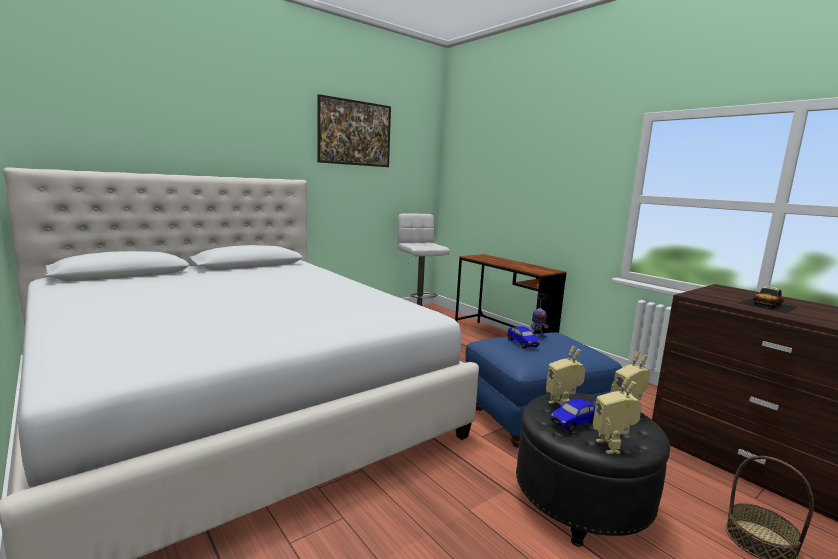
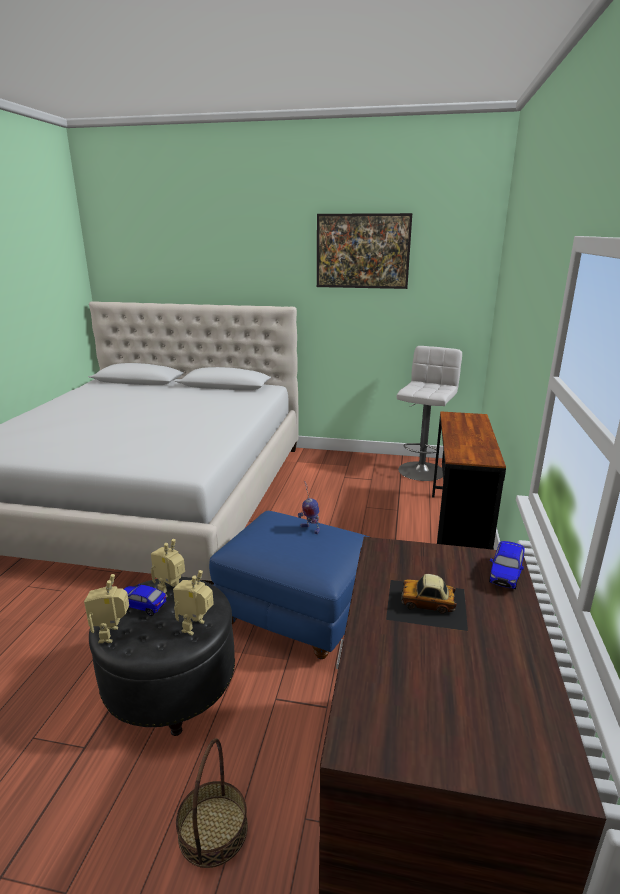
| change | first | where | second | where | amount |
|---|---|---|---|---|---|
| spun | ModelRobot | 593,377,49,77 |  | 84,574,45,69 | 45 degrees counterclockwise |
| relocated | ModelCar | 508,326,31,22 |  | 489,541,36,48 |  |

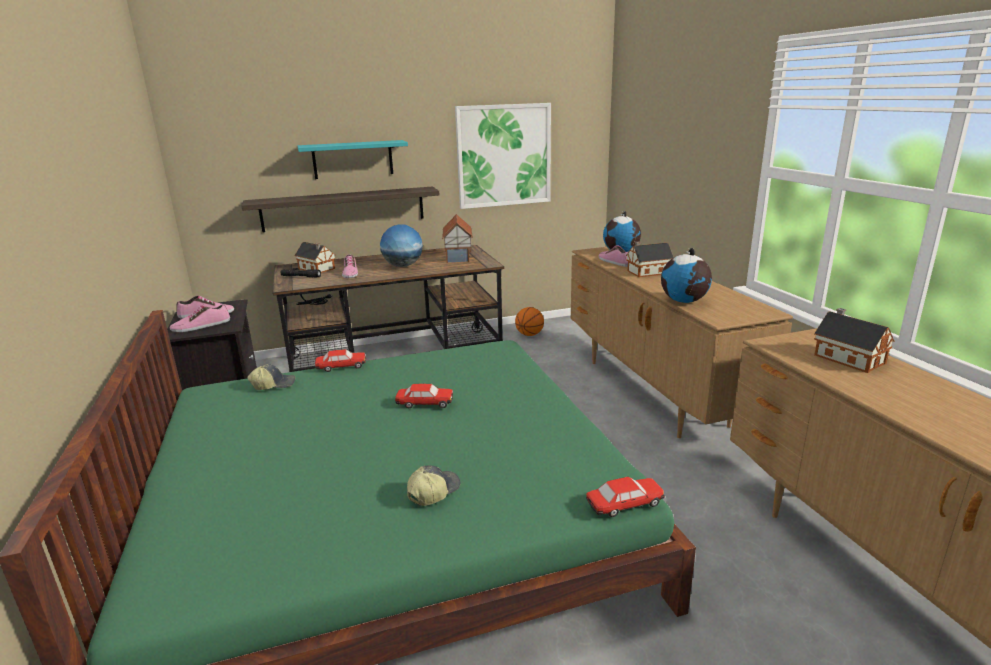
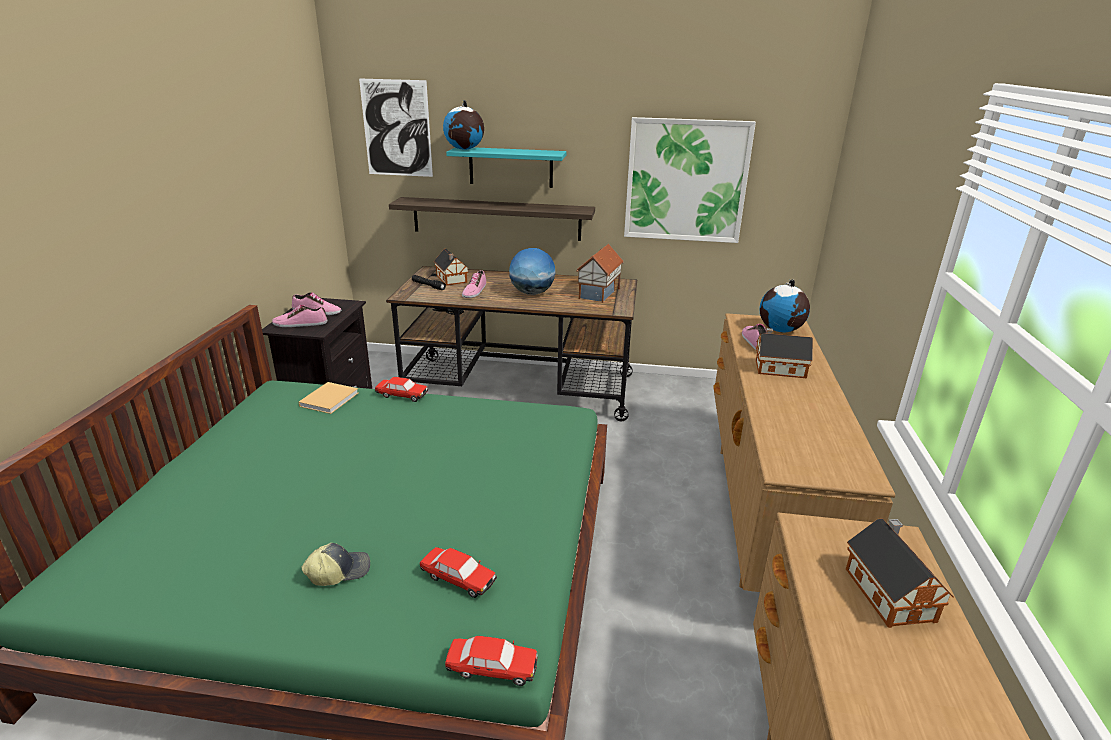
| change | first | where | second | where | amount |
|---|---|---|---|---|---|
| exchanged | BaseballCap | 247,364,48,26 | BeigeColouredVolume | 298,382,60,32 |  |
| appeared |  |  | WallArt | 359,78,74,99 |  |
| relocated | ModelCar | 395,384,58,24 |  | 420,547,77,51 |  |
| relocated | WorldGlobe | 661,248,51,55 |  | 443,100,41,50 |  |
| missing | Basketball | 515,307,29,29 |  |  |  |

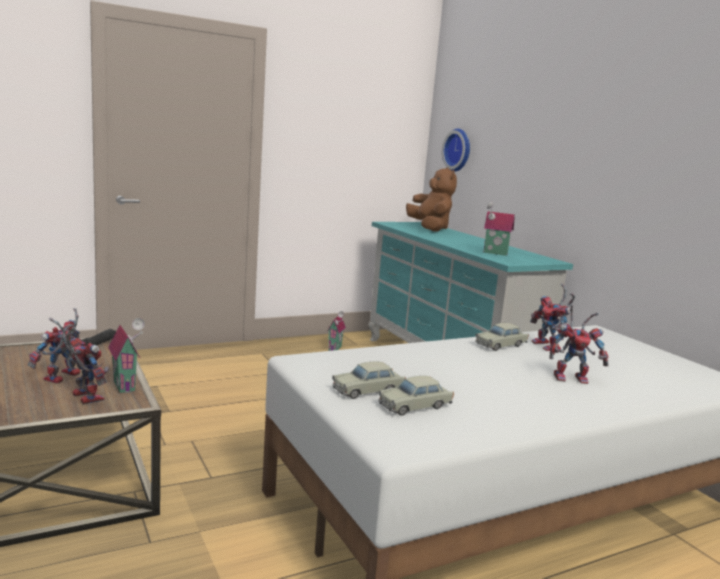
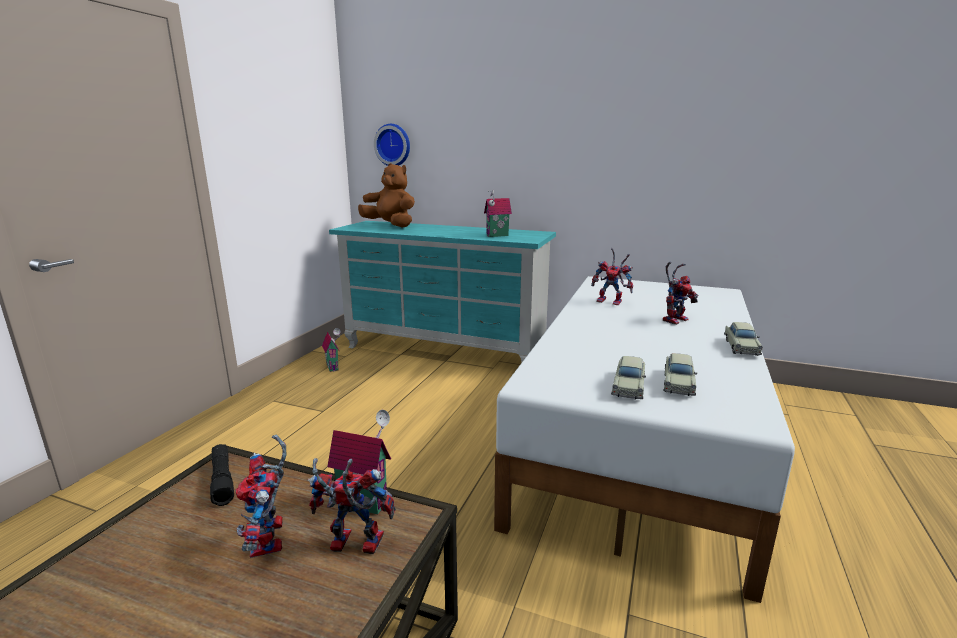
| change | first | where | second | where | amount |
|---|---|---|---|---|---|
| relocated | BeigeColouredModelCar | 475,323,54,28 |  | 724,322,39,34 |  |

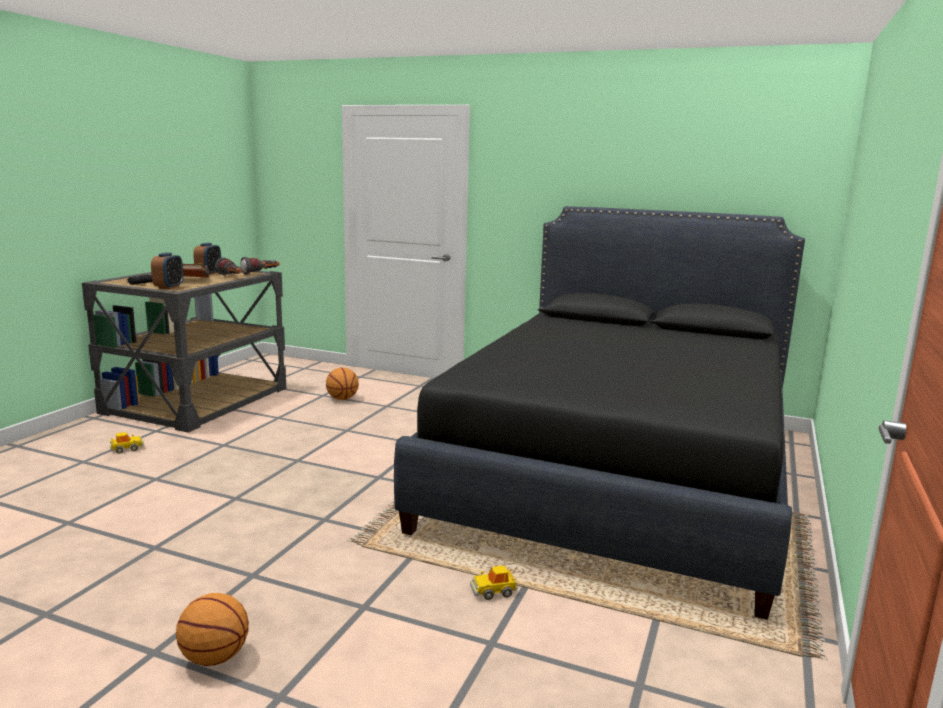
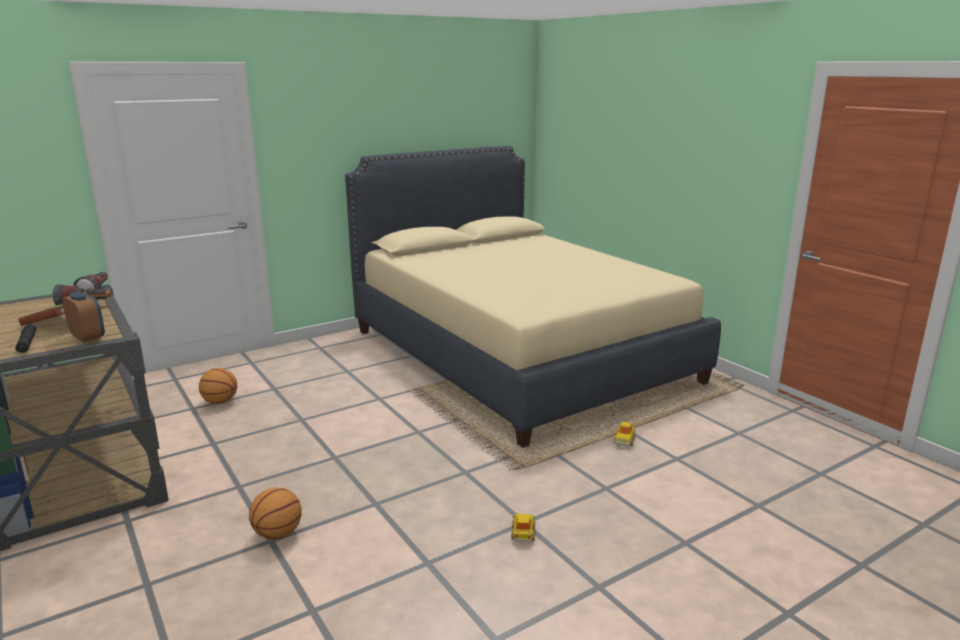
| change | first | where | second | where | amount |
|---|---|---|---|---|---|
| relocated | Basketball | 176,593,73,73 |  | 249,487,53,53 |  |
| colour | BlackSleepingBed | 394,206,411,414 | BeigeColouredSleepingBed | 345,146,376,302 |  |
| relocated | ModelCar | 109,432,35,22 |  | 511,513,24,29 |  |
| missing | AlarmClock | 193,243,28,32 |  |  |  |

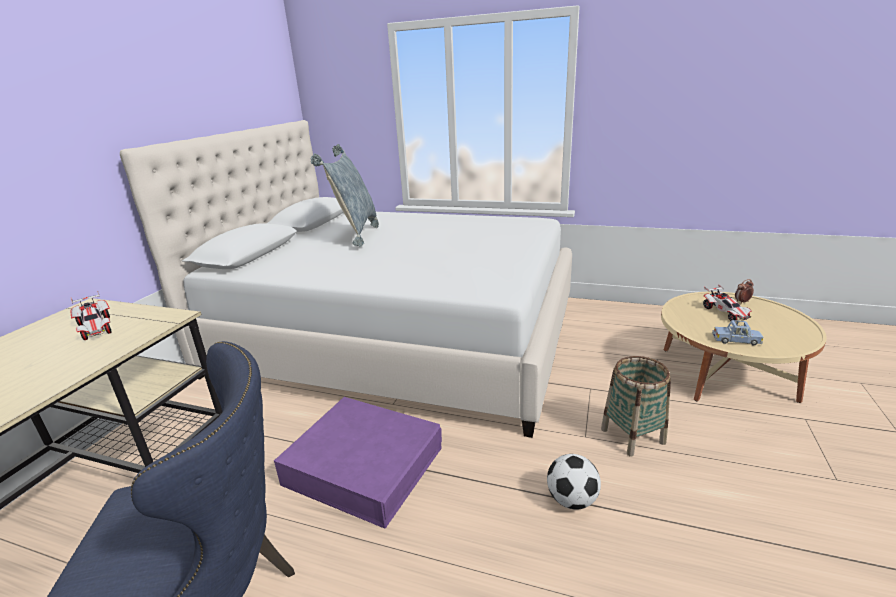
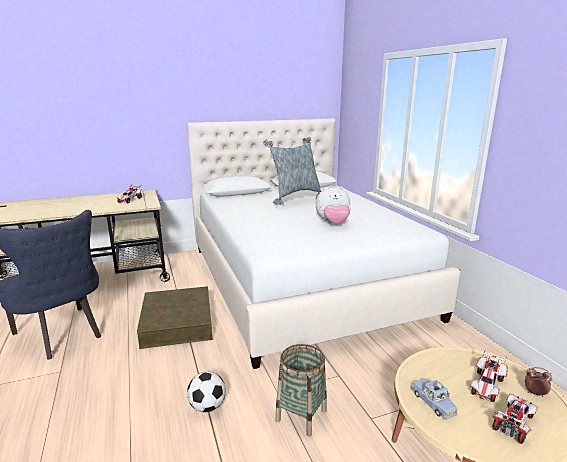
| change | first | where | second | where | amount |
|---|---|---|---|---|---|
| colour | PurpleStorageBox | 274,397,168,132 | BrownColouredStorageBox | 137,286,76,63 |  |
| appeared |  |  | SoftToy | 316,186,35,38 |  |
| appeared |  |  | ModelCar | 493,394,45,50 |  |

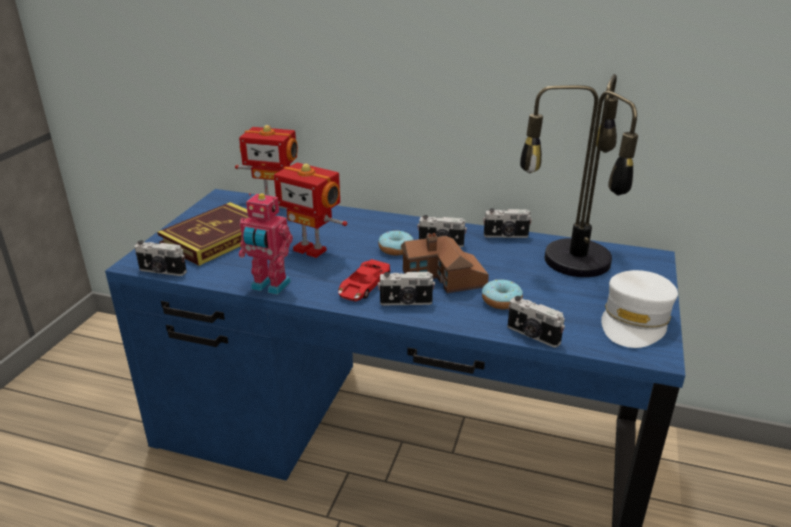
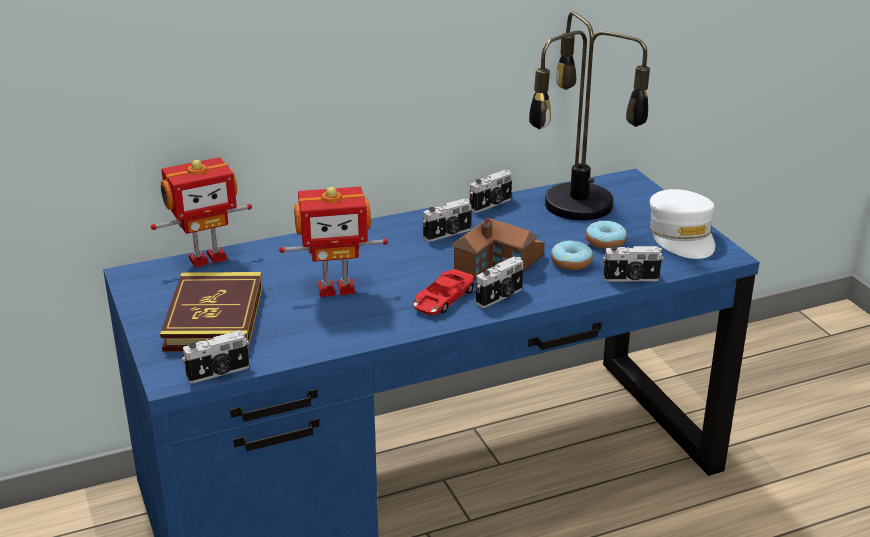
| change | first | where | second | where | amount |
|---|---|---|---|---|---|
| spun | RedModelCar | 338,259,52,42 |  | 413,269,61,47 | 45 degrees clockwise |
| relocated | Donut | 378,230,35,25 |  | 586,220,41,29 |  |
| missing | ModelRobot | 239,193,54,102 |  |  |  |

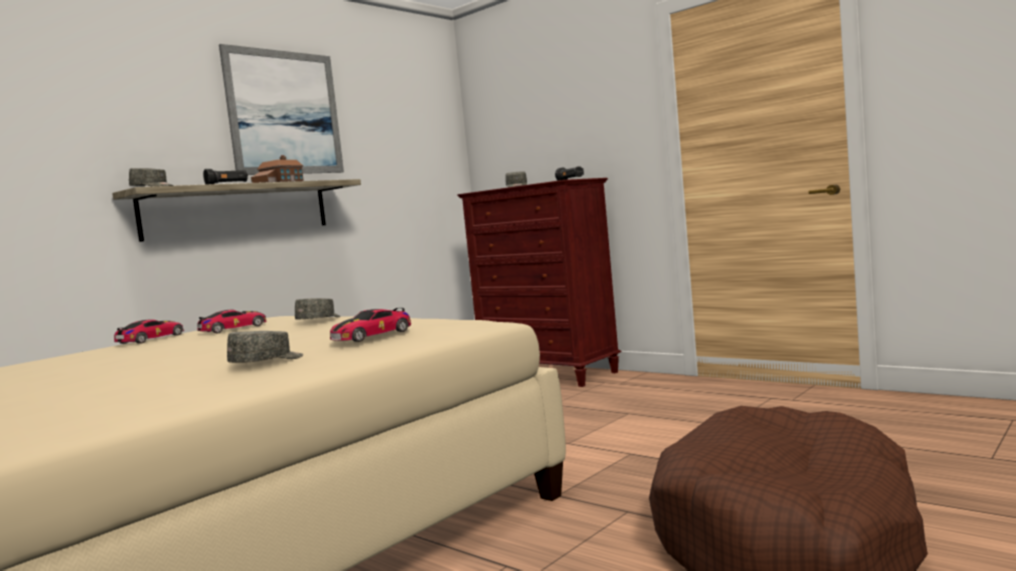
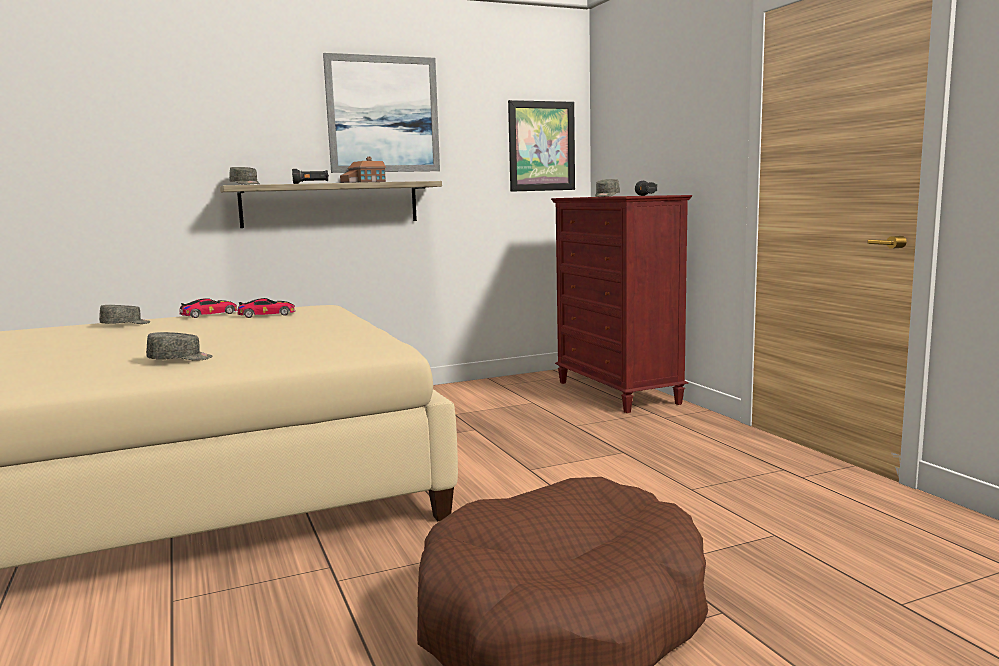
| change | first | where | second | where | amount |
|---|---|---|---|---|---|
| relocated | GrayBaseballCap | 295,298,45,21 |  | 99,305,51,19 |  |
| appeared |  |  | WallArt | 508,100,67,92 |  |
| missing | ModelCar | 330,308,81,34 |  |  |  |

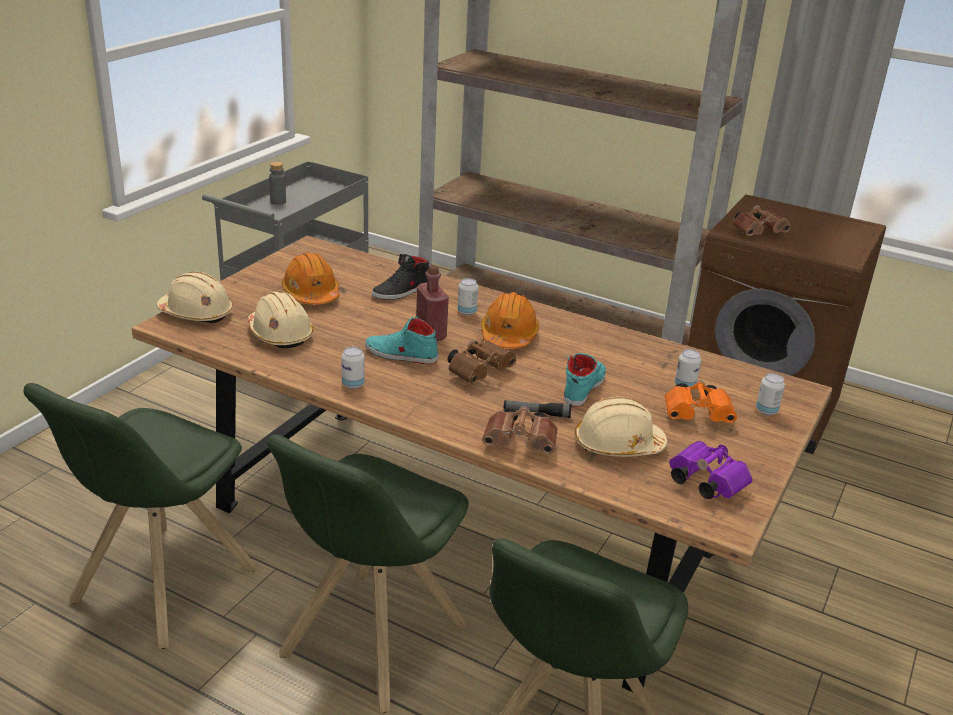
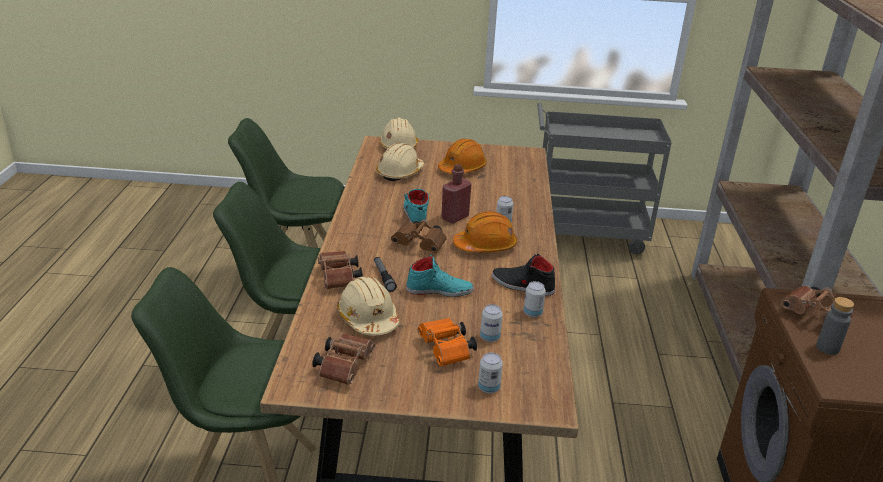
| change | first | where | second | where | amount |
|---|---|---|---|---|---|
| colour | PurplePairOfBinoculars | 669,441,84,58 | BrownColouredPairOfBinoculars | 312,333,63,52 |  |
| relocated | BlackItemOfFootwear | 372,254,57,46 |  | 492,254,63,42 |  |
| relocated | SealedCan | 341,347,24,42 |  | 524,281,22,36 |  |
| relocated | GrayBottle | 269,162,17,43 |  | 816,297,38,58 |  |

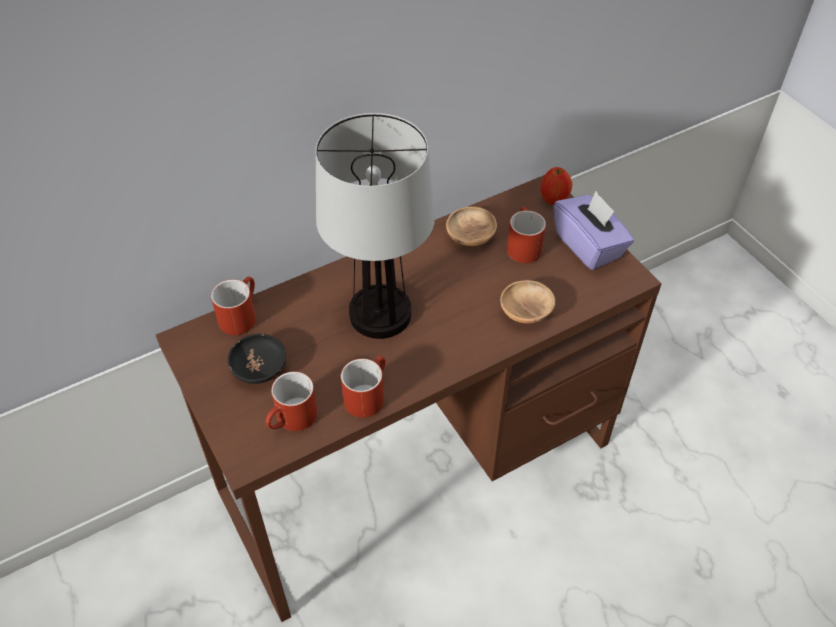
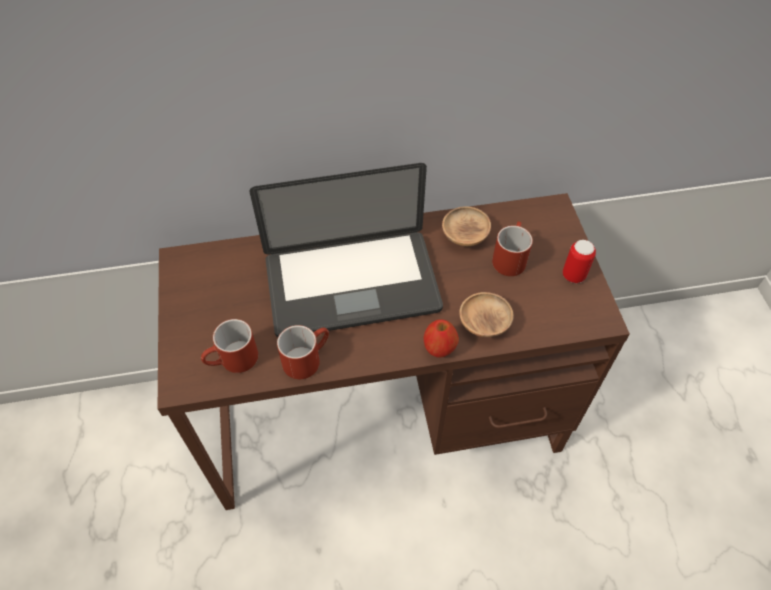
| change | first | where | second | where | amount |
|---|---|---|---|---|---|
| exchanged | LampForATable | 316,113,119,226 | Laptop | 249,163,194,175 |  |
| relocated | AppleFruit | 541,167,32,38 |  | 424,319,35,39 |  |
| exchanged | PurpleBoxOfTissues | 553,191,81,79 | SealedCan | 563,240,33,43 |  |
| missing | RedTeaMug | 211,277,45,58 |  |  |  |
| missing | BlackDeepDish | 228,334,58,50 |  |  |  |

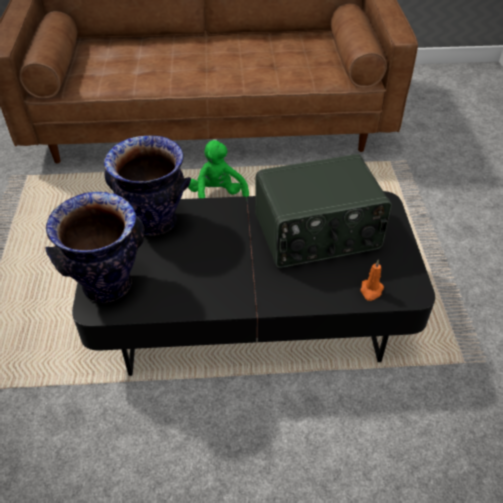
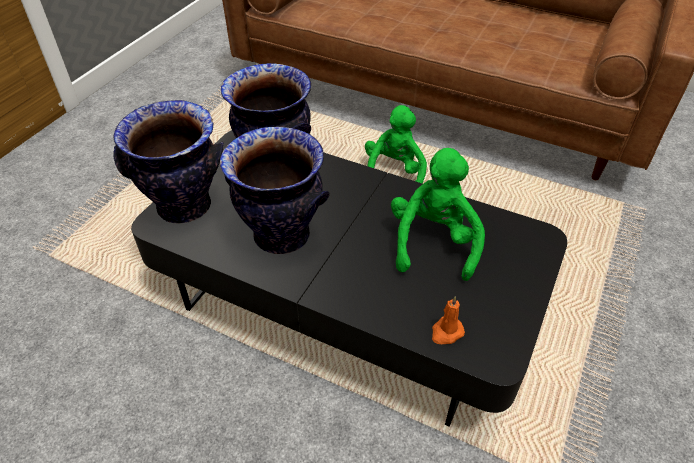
| change | first | where | second | where | amount |
|---|---|---|---|---|---|
| appeared |  |  | FlowerVase | 220,127,110,127 |  |
| exchanged | RadioSet | 255,154,137,114 | GreenishSoftToy | 391,148,94,133 |  |

